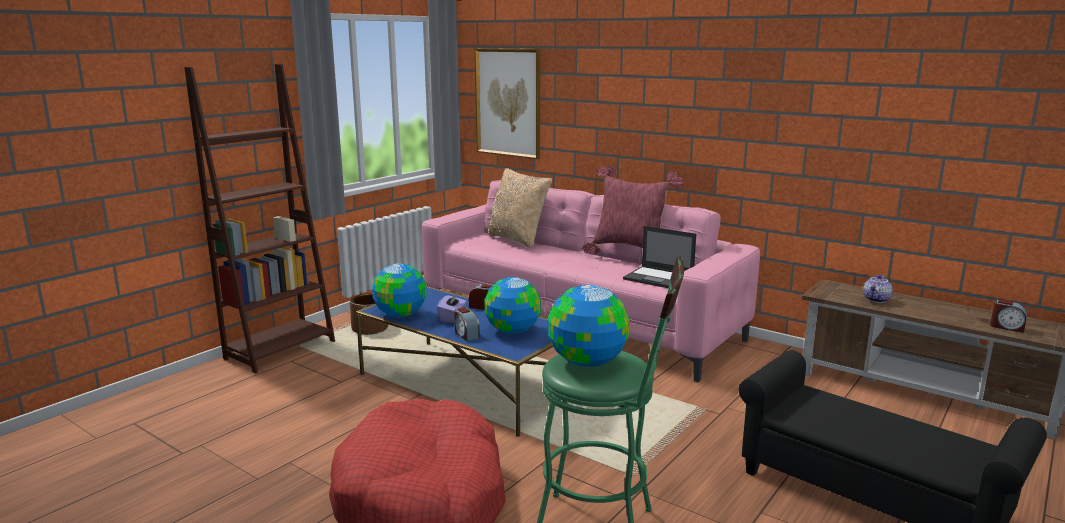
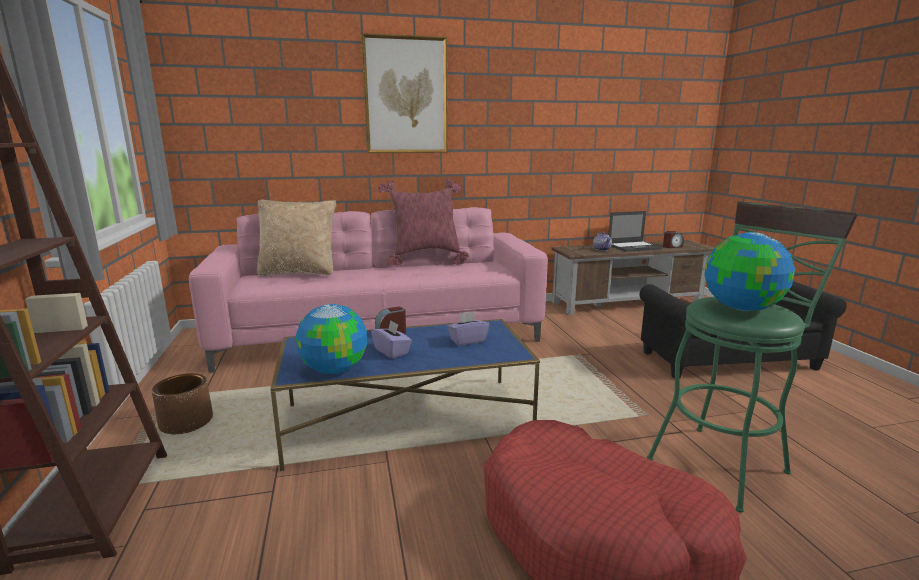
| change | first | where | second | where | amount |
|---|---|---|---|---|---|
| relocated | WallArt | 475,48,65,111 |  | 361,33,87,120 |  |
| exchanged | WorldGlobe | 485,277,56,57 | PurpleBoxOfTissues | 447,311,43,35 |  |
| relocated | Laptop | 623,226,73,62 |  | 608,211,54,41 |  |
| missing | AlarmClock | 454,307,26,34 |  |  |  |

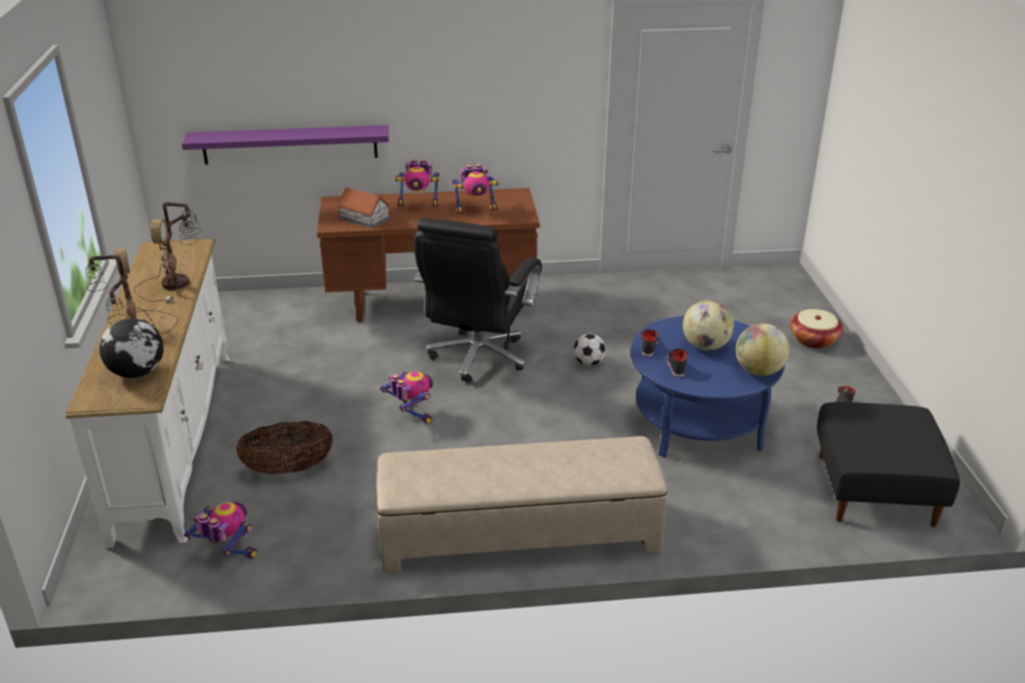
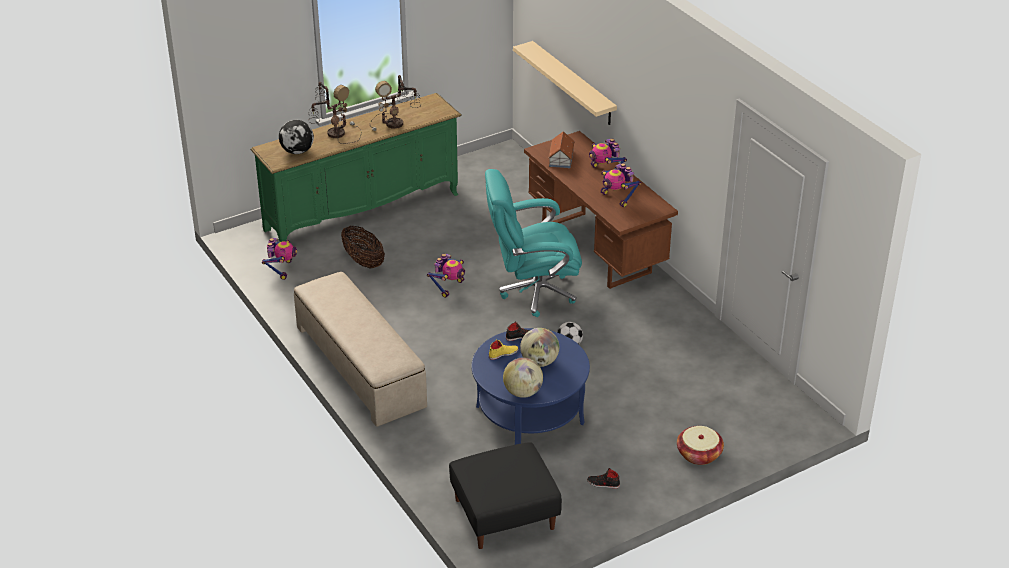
| change | first | where | second | where | amount |
|---|---|---|---|---|---|
| colour | WhiteColouredDrawerChest | 66,239,163,309 | GreenishDrawerChest | 250,93,212,149 |  |
| colour | BlackOfficeChair | 414,218,128,165 | TurquoiseOfficeChair | 485,169,97,148 |  |
| colour | BlackItemOfFootwear | 667,349,21,28 | YellowItemOfFootwear | 489,339,30,21 |  |
| colour | PurpleBracketShelf | 182,125,207,40 | BeigeColouredBracketShelf | 513,41,104,84 |  |

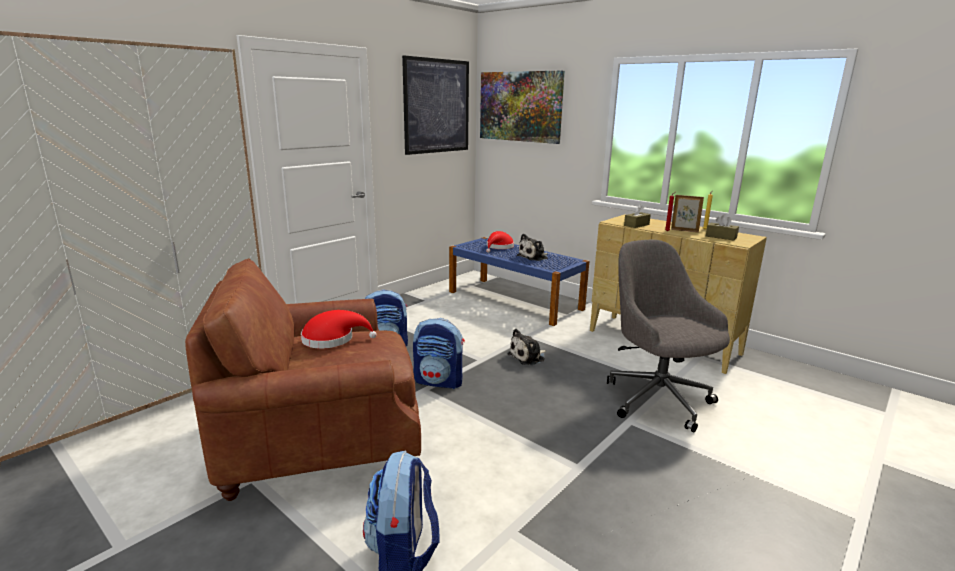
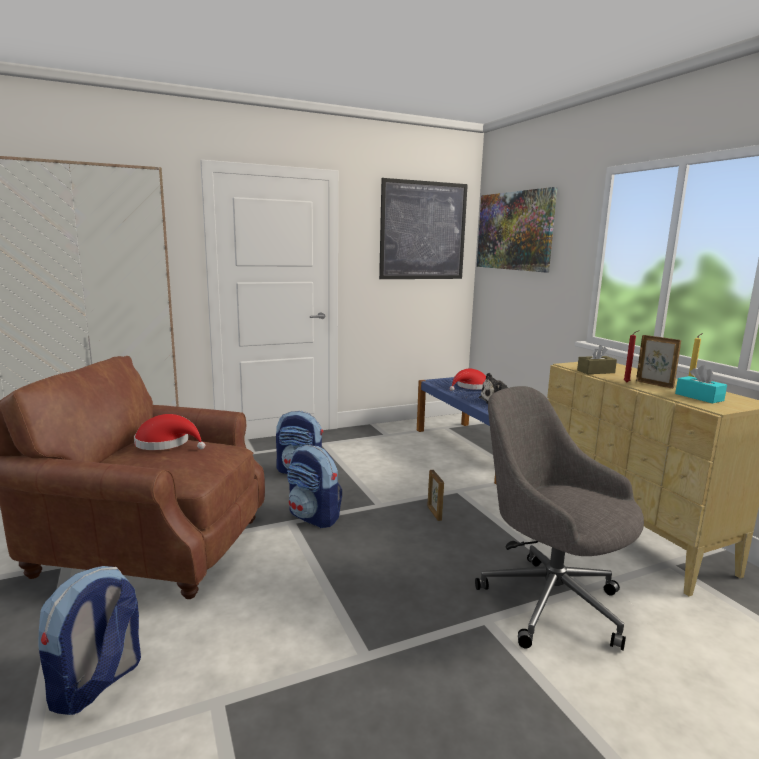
| change | first | where | second | where | amount |
|---|---|---|---|---|---|
| exchanged | SoftToy | 508,329,38,36 | PictureFrame | 427,470,17,51 |  |
| spun | GrayOfficeChair | 607,240,123,192 |  | 475,386,169,265 | 45 degrees counterclockwise |
| colour | BrownColouredBoxOfTissues | 706,214,33,27 | TurquoiseBoxOfTissues | 675,365,52,39 |  |

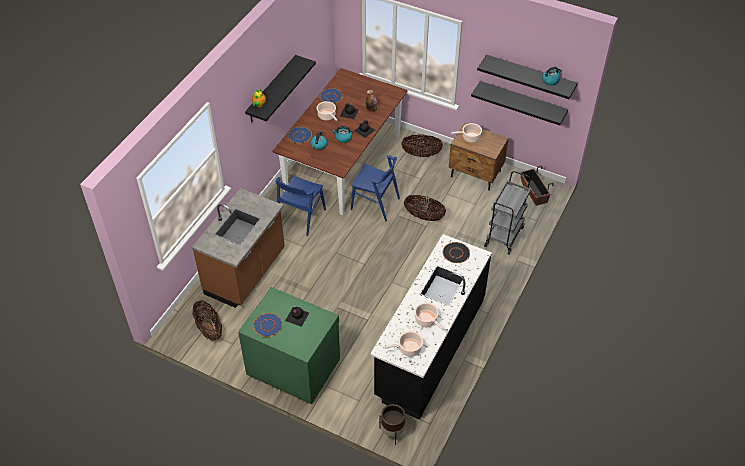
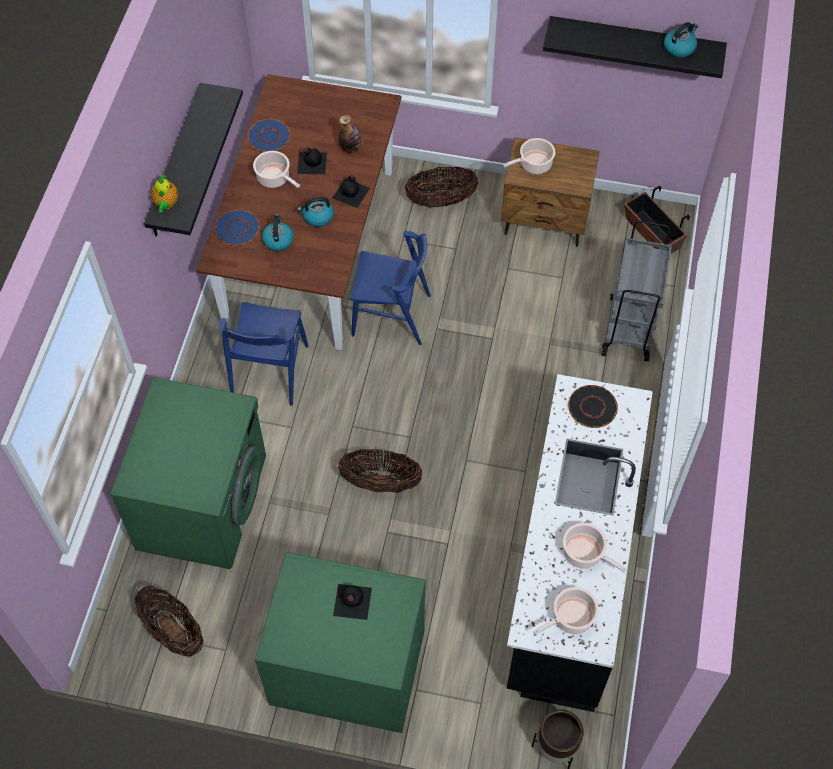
| change | first | where | second | where | amount |
|---|---|---|---|---|---|
| exchanged | BrownColouredKitchenCounter | 192,188,93,120 | GreenishWashingMachine | 110,377,156,192 |  |
| relocated | Basket | 404,195,42,26 |  | 338,449,84,44 |  |
| missing | BluishDinnerPlate | 253,313,29,24 |  |  |  |
| missing | BlackBracketShelf | 471,81,97,44 |  |  |  |

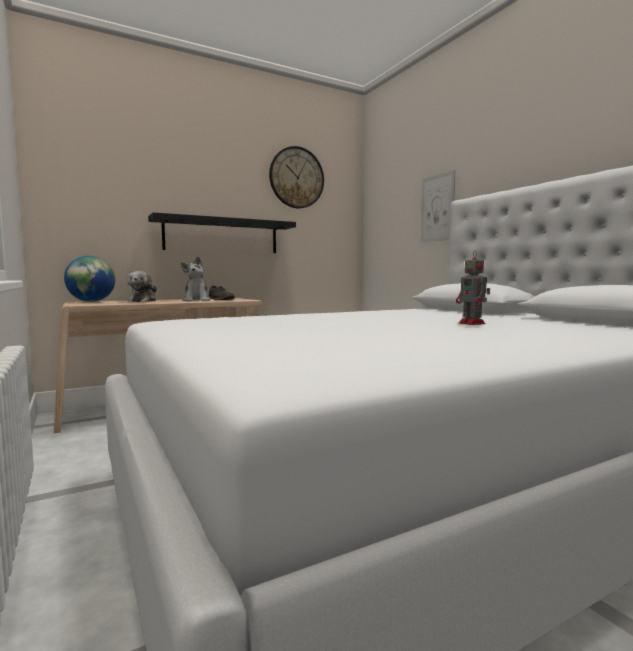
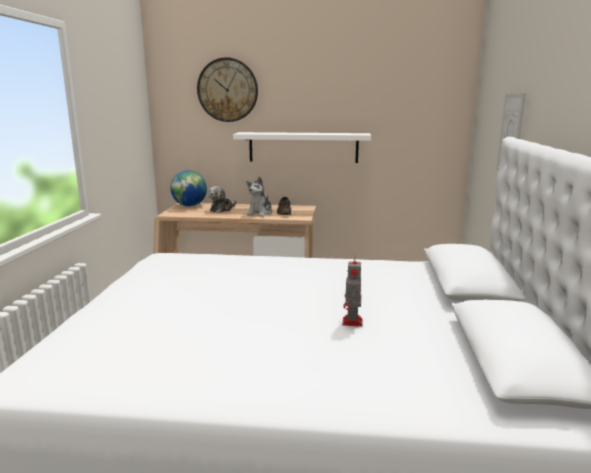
| change | first | where | second | where | amount |
|---|---|---|---|---|---|
| relocated | ClockOnTheWall | 269,146,55,62 |  | 197,57,61,65 |  |
| colour | BlackBracketShelf | 148,212,148,41 | WhiteColouredBracketShelf | 233,132,138,31 |  |

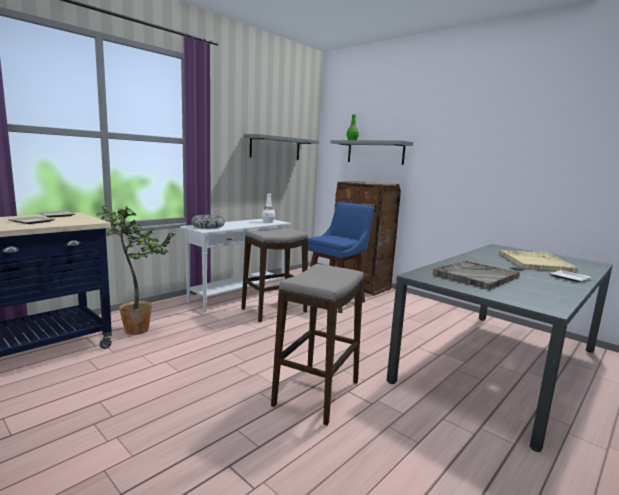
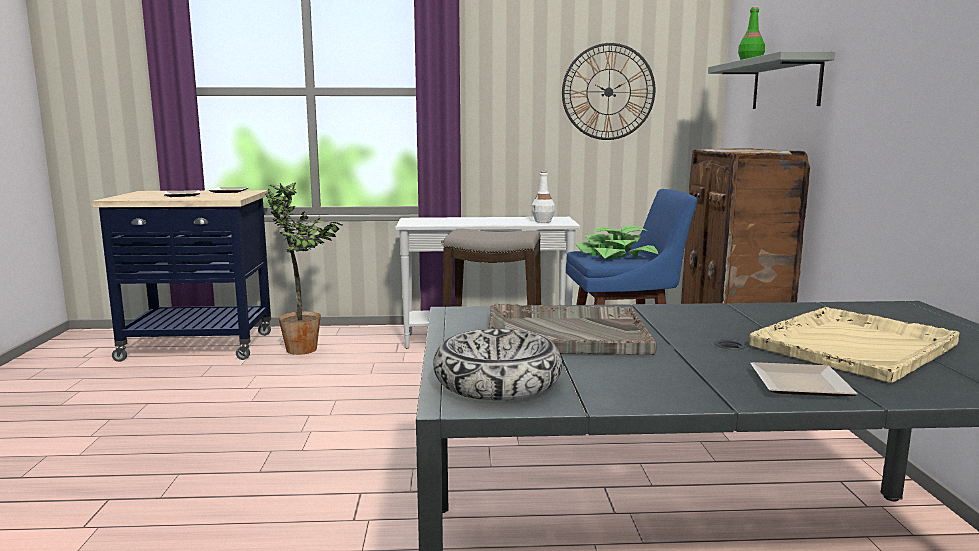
| change | first | where | second | where | amount |
|---|---|---|---|---|---|
| relocated | DeepDish | 191,215,34,14 |  | 433,329,129,71 |  |
| exchanged | GrayBracketShelf | 243,134,76,26 | ClockOnTheWall | 562,43,93,97 |  |
| appeared |  |  | PottedPlant | 575,225,83,34 |  |
| missing | StoolSeat | 271,264,93,161 |  |  |  |

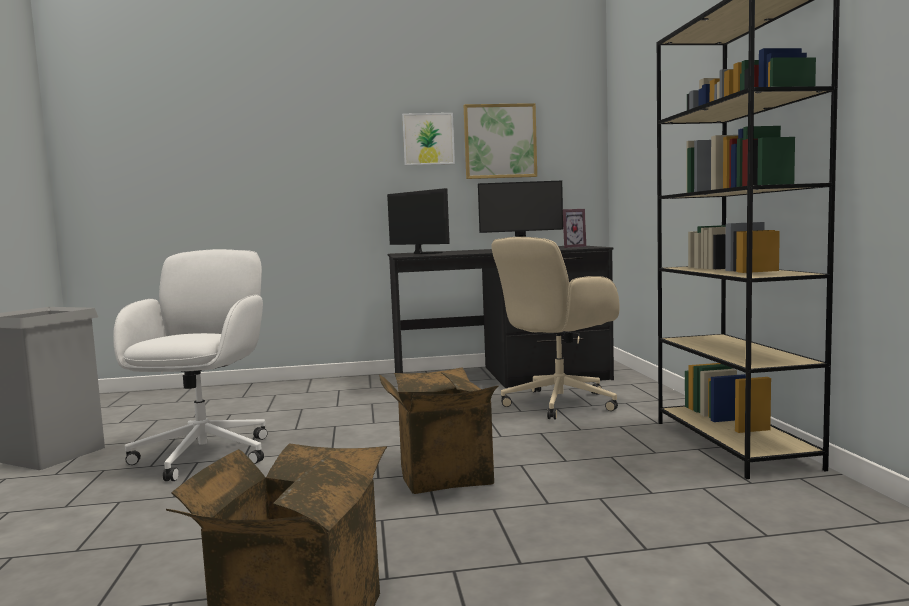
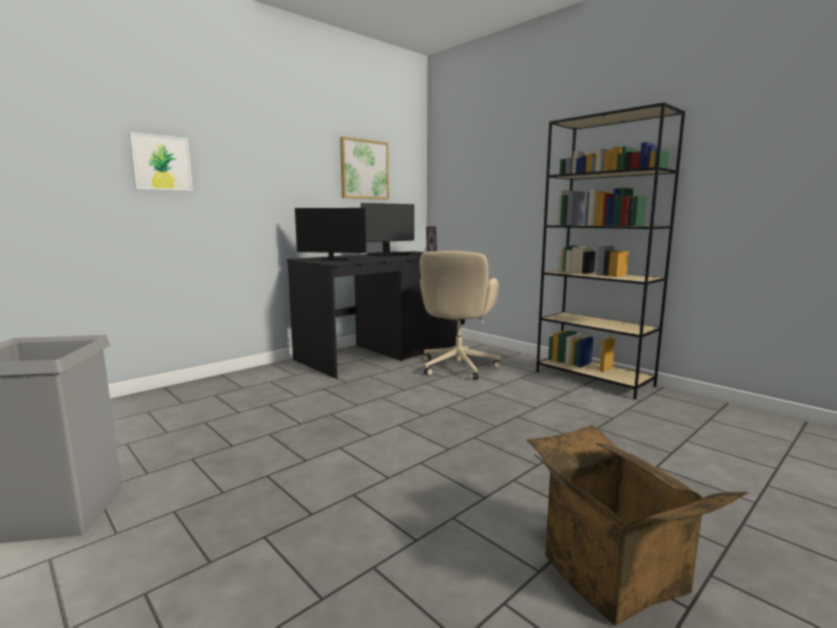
| change | first | where | second | where | amount |
|---|---|---|---|---|---|
| relocated | WallArt | 402,113,53,52 |  | 129,132,64,59 |  |
| missing | WhiteColouredOfficeChair | 113,249,154,232 |  |  |  |
| missing | PackingBox | 379,367,120,127 |  |  |  |

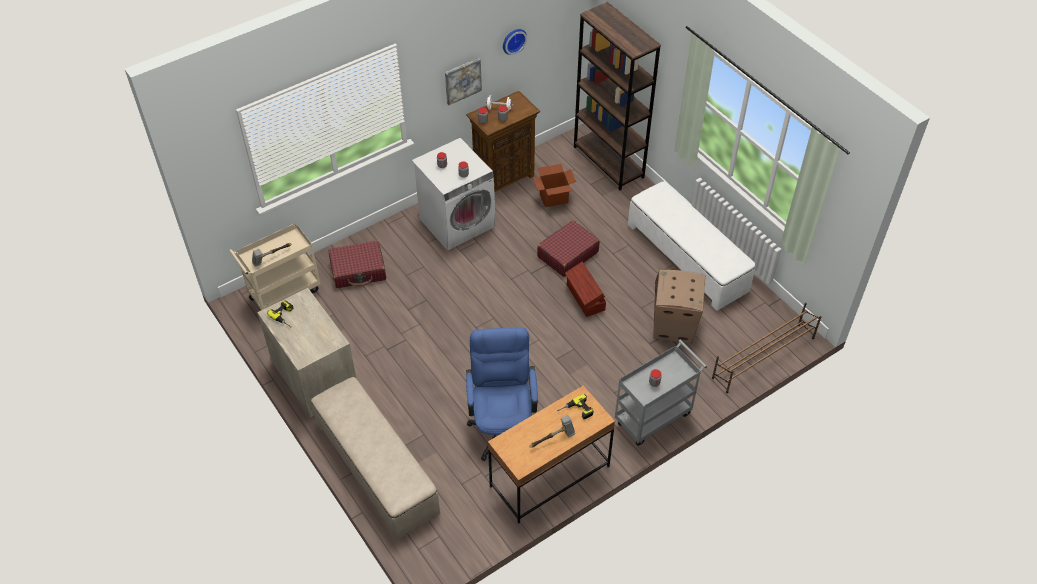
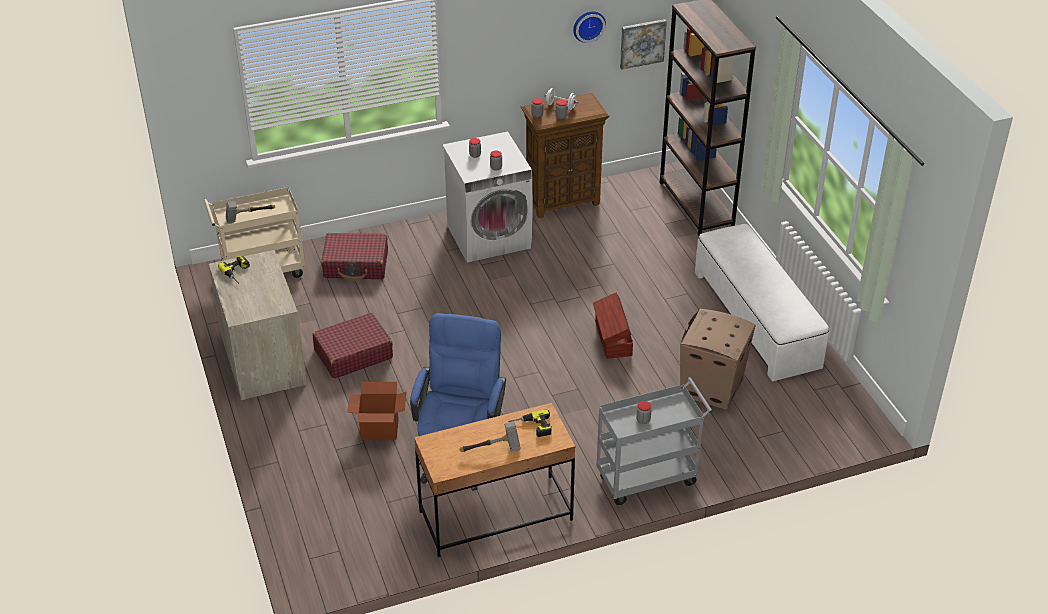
| change | first | where | second | where | amount |
|---|---|---|---|---|---|
| relocated | RedSuitcase | 537,220,63,57 |  | 312,313,81,66 |  |
| relocated | PackingBox | 533,164,43,43 |  | 347,382,59,58 |  |
| relocated | WallArt | 445,58,37,47 |  | 620,19,47,51 |  |
| missing | BeigeColouredBench | 311,377,129,163 |  |  |  |
| missing | BrownColouredShoeShelf | 712,303,109,90 |  |  |  |

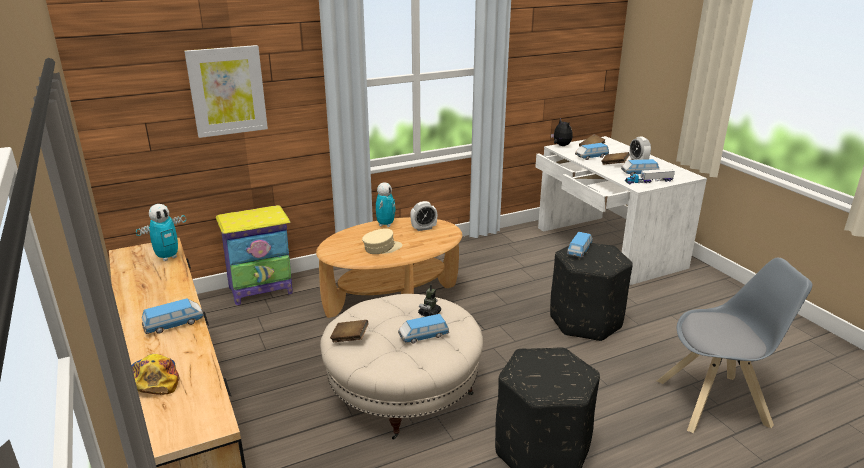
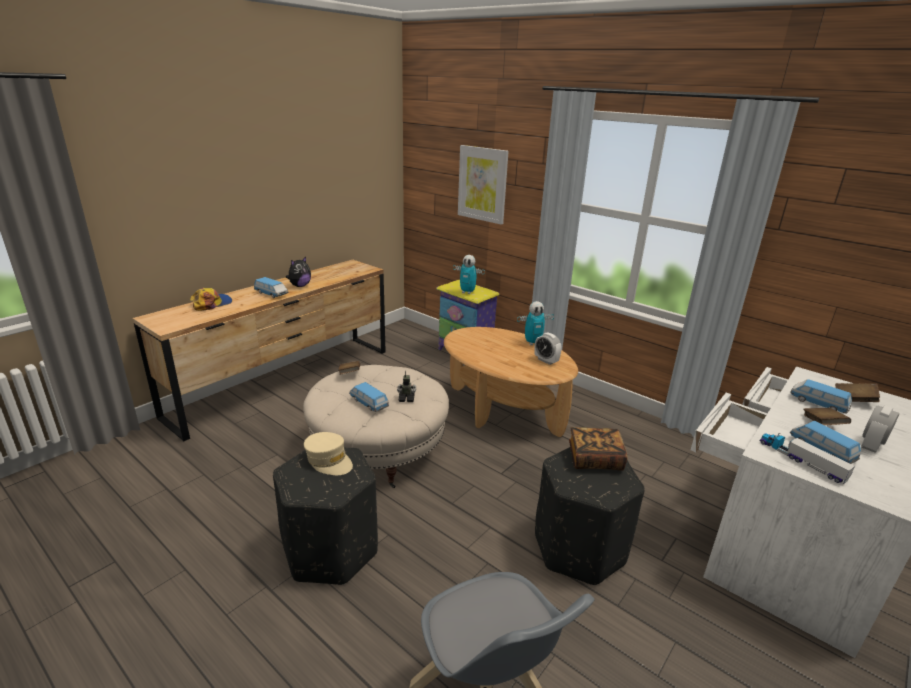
| change | first | where | second | where | amount |
|---|---|---|---|---|---|
| relocated | SoftToy | 551,118,22,28 |  | 286,257,25,30 |  |
| relocated | BeigeColouredBaseballCap | 362,228,41,26 |  | 304,432,49,43 |  |
| relocated | ModelRobot | 136,204,50,57 |  | 453,255,32,39 |  |
| exchanged | ModelCar | 567,232,26,26 | Volume | 569,427,58,44 |  |

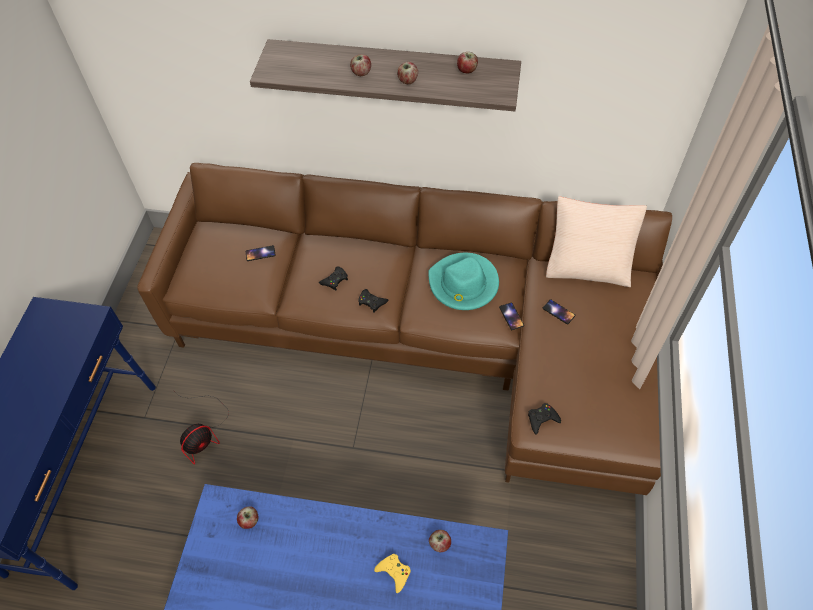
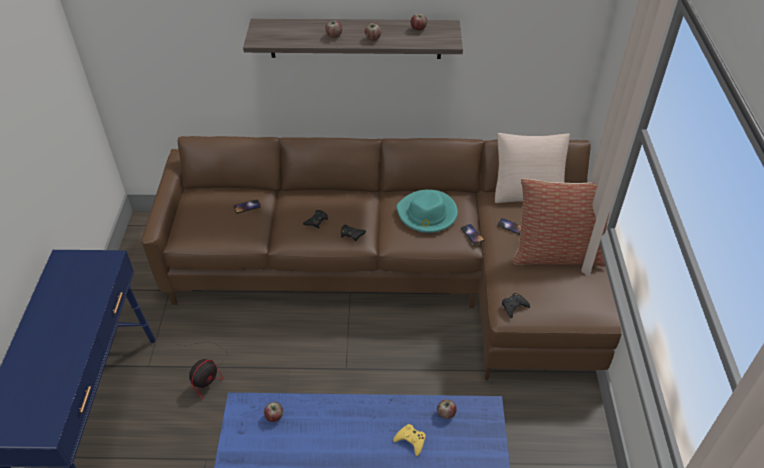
| change | first | where | second | where | amount |
|---|---|---|---|---|---|
| appeared |  |  | Pillow | 513,179,96,87 |  |

